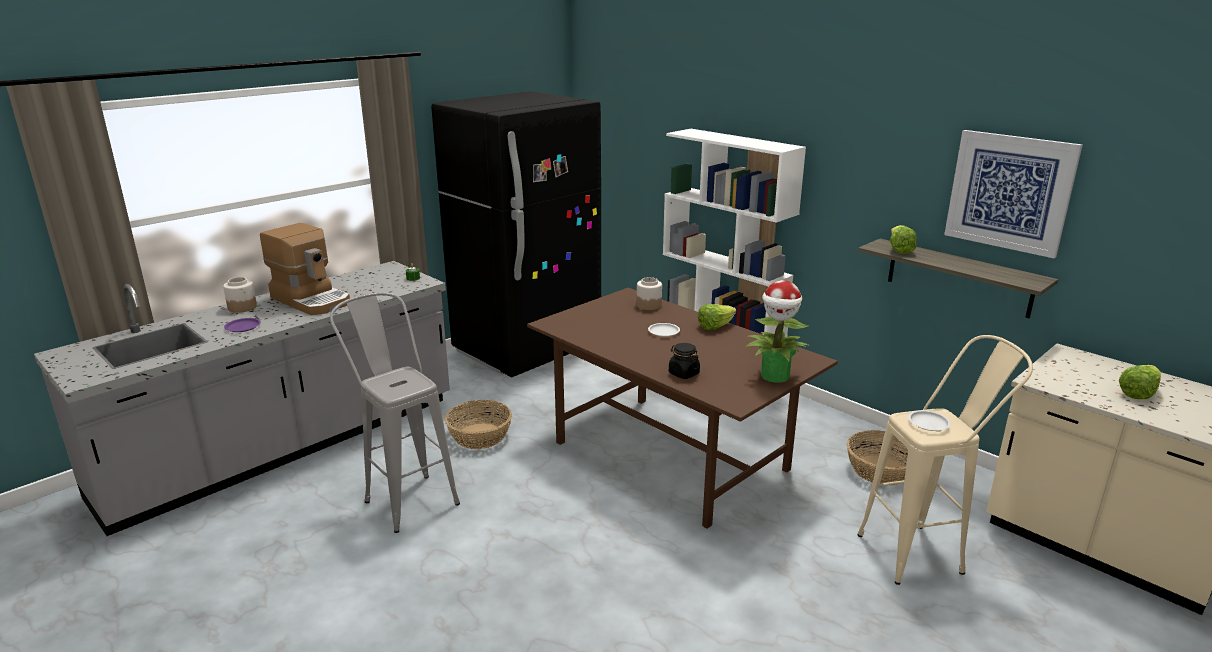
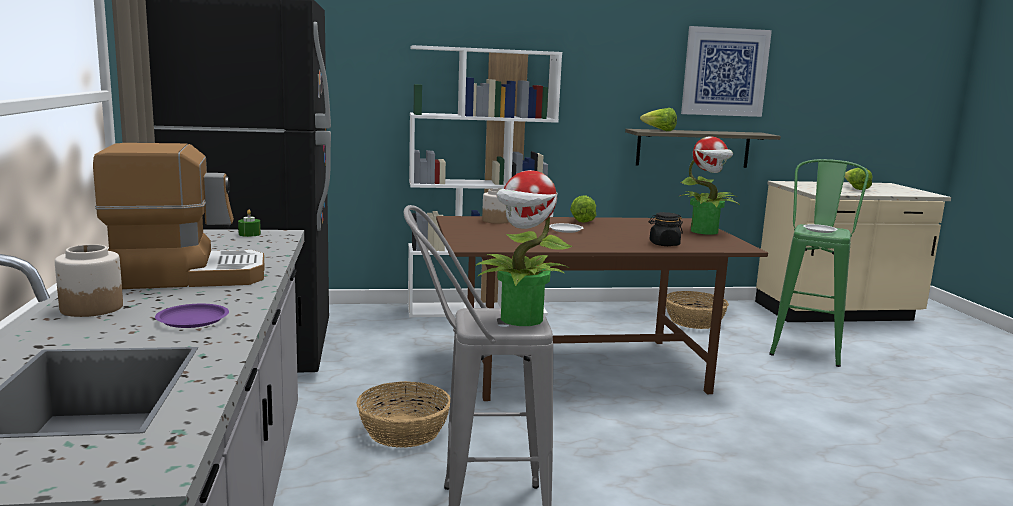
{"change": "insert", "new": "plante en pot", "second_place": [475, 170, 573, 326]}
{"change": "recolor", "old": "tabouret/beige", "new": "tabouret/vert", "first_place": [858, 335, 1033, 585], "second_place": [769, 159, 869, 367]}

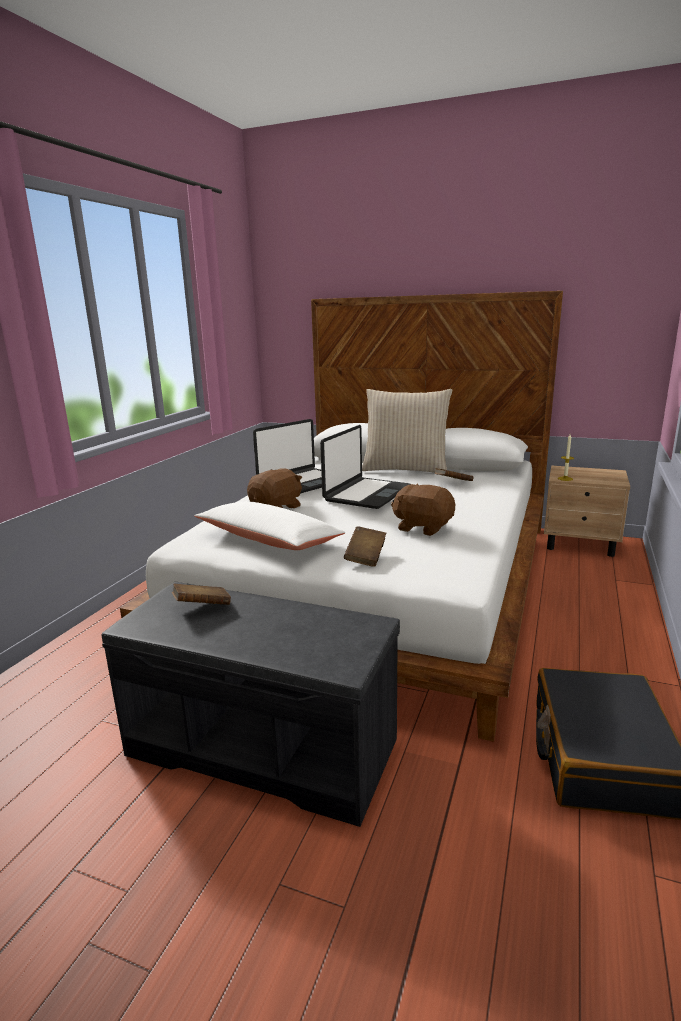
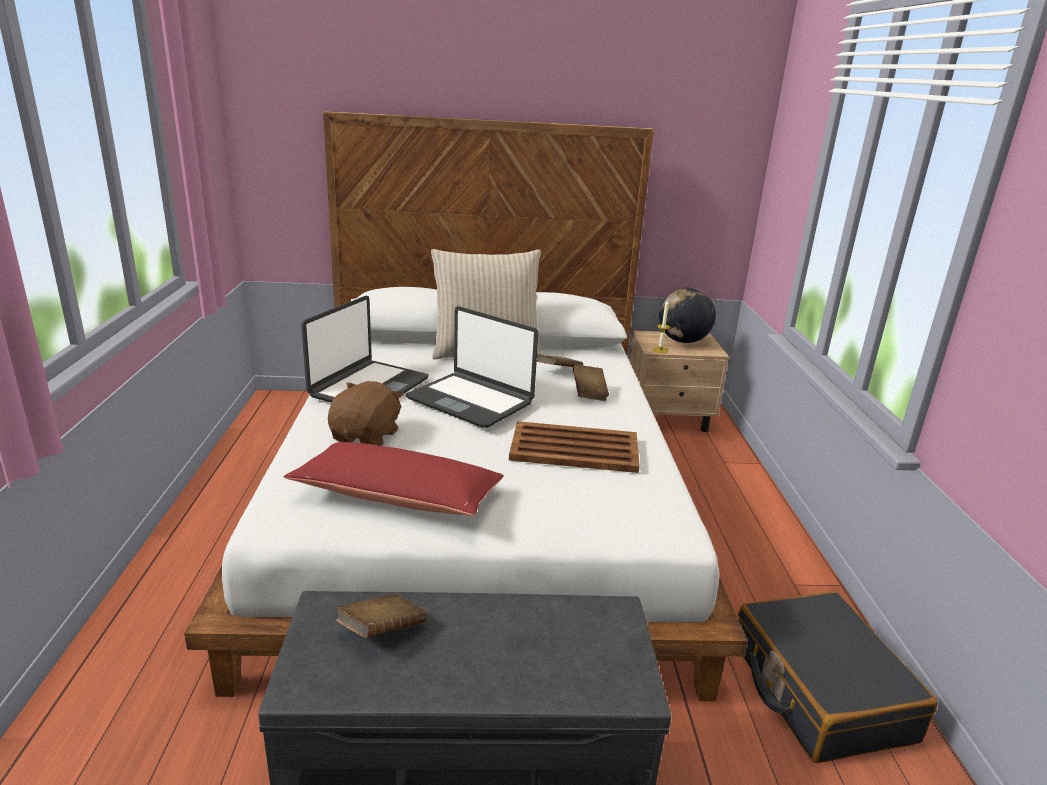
{"change": "recolor", "old": "coussin/blanc", "new": "coussin/rouge", "first_place": [195, 501, 345, 550], "second_place": [283, 442, 504, 516]}
{"change": "rotate", "old": "ordinateur portable", "first_place": [320, 425, 410, 509], "second_place": [406, 306, 538, 428], "degrees": 120}
{"change": "replace", "old": "peluche/marron", "new": "plateau/marron", "first_place": [391, 483, 455, 536], "second_place": [509, 421, 640, 473]}
{"change": "move", "old": "livre/marron", "first_place": [344, 526, 387, 567], "second_place": [573, 365, 609, 401]}
{"change": "insert", "new": "globe", "second_place": [659, 287, 716, 343]}

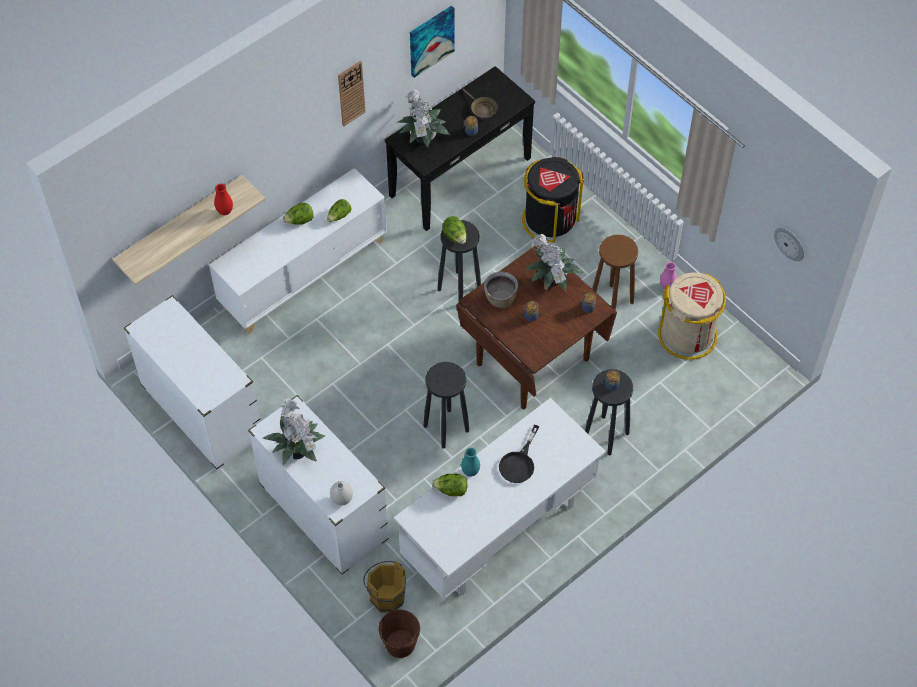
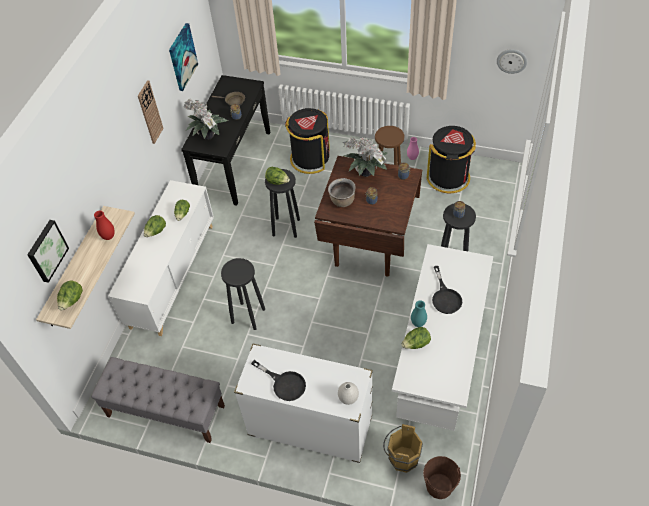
{"change": "insert", "new": "tableau", "second_place": [27, 220, 69, 283]}
{"change": "insert", "new": "laitue", "second_place": [57, 280, 83, 311]}
{"change": "replace", "old": "commode/blanc", "new": "banc/gris", "first_place": [124, 295, 260, 470], "second_place": [91, 357, 225, 443]}
{"change": "move", "old": "tabouret/noir", "first_place": [423, 362, 469, 449], "second_place": [221, 258, 265, 330]}
{"change": "replace", "old": "plante en pot", "new": "poêle/noir", "first_place": [263, 398, 325, 466], "second_place": [251, 360, 306, 401]}
{"change": "recolor", "old": "poubelle/beige", "new": "poubelle/noir", "first_place": [658, 273, 726, 360], "second_place": [427, 126, 476, 193]}

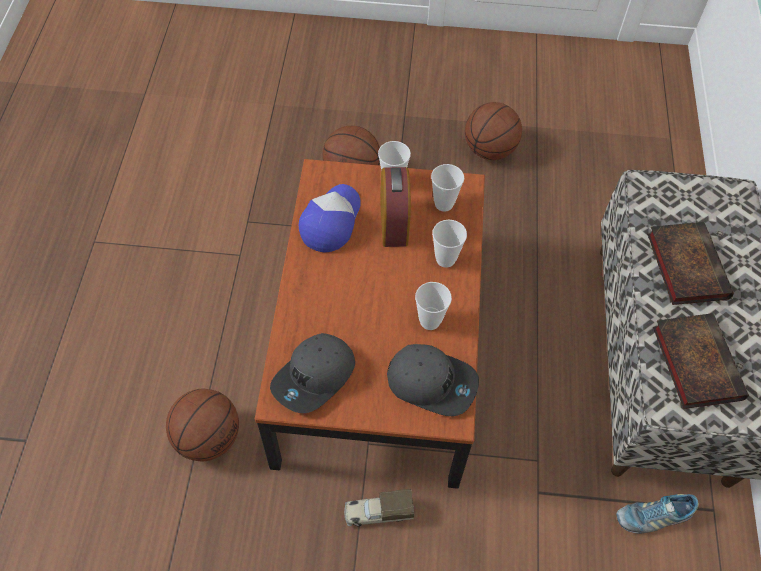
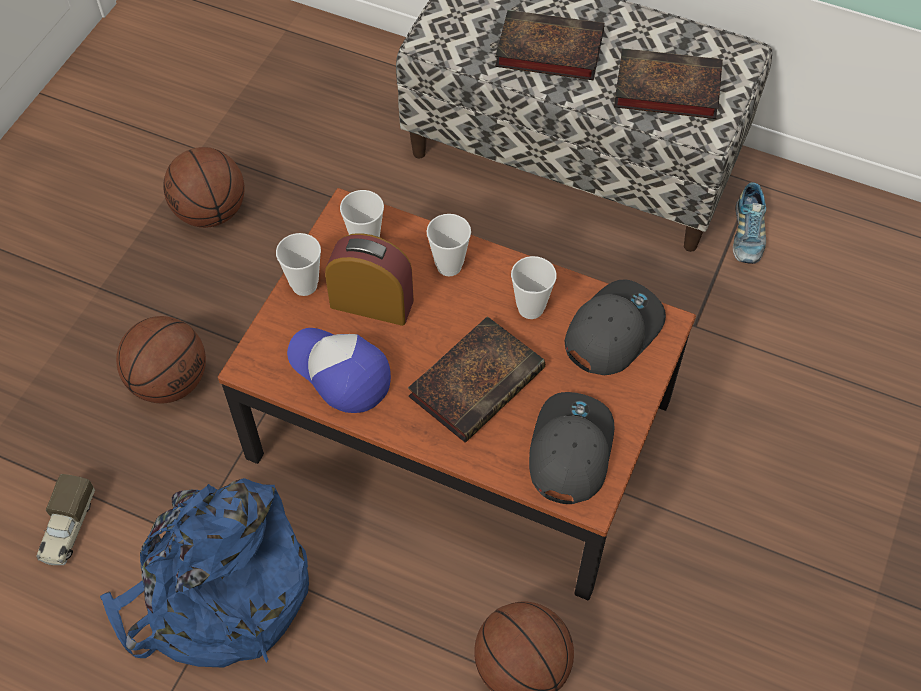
{"change": "move", "old": "camion jouet", "first_place": [344, 489, 414, 527], "second_place": [36, 474, 95, 566]}
{"change": "insert", "new": "sac à dos/bleu", "second_place": [100, 478, 309, 668]}
{"change": "insert", "new": "livre", "second_place": [408, 316, 545, 442]}
{"change": "rotate", "old": "casquette/gris", "first_place": [270, 333, 355, 413], "second_place": [529, 392, 615, 504], "degrees": -135}

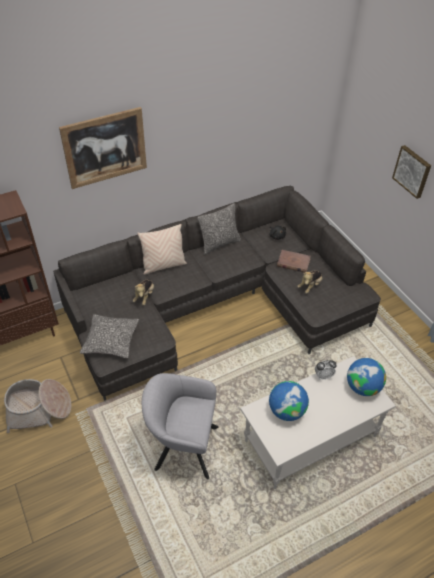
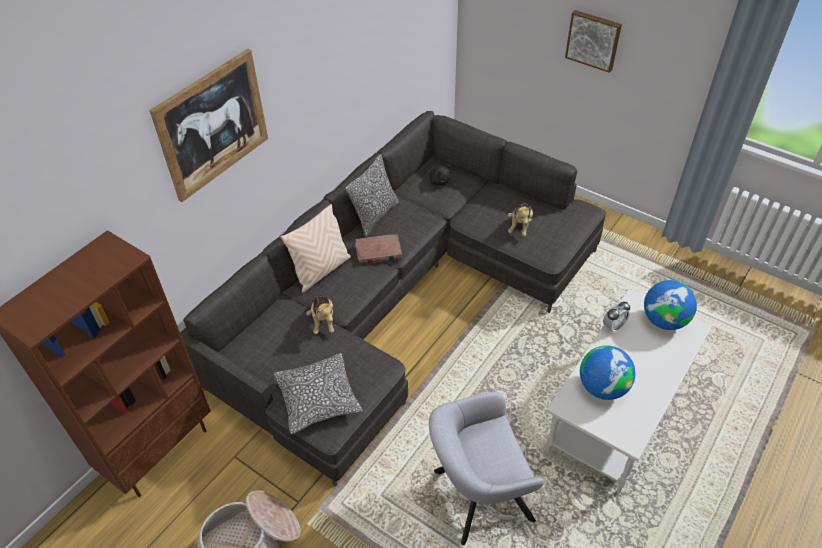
{"change": "move", "old": "livre/marron", "first_place": [277, 250, 311, 273], "second_place": [355, 234, 402, 265]}

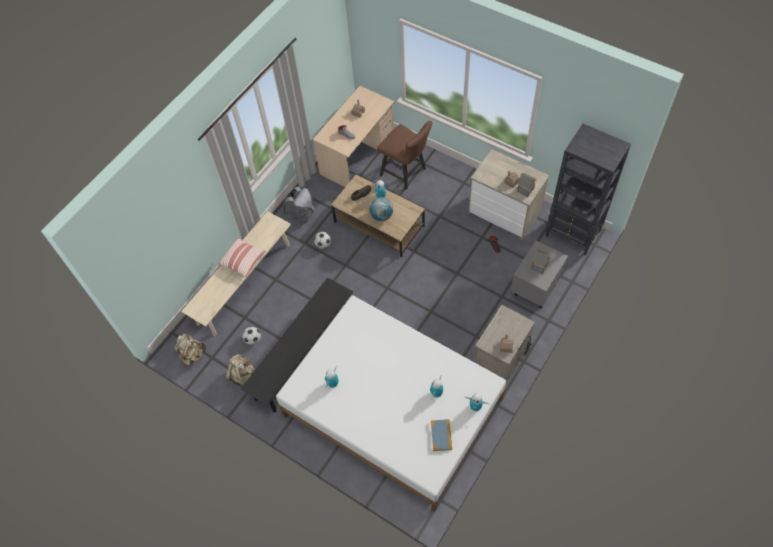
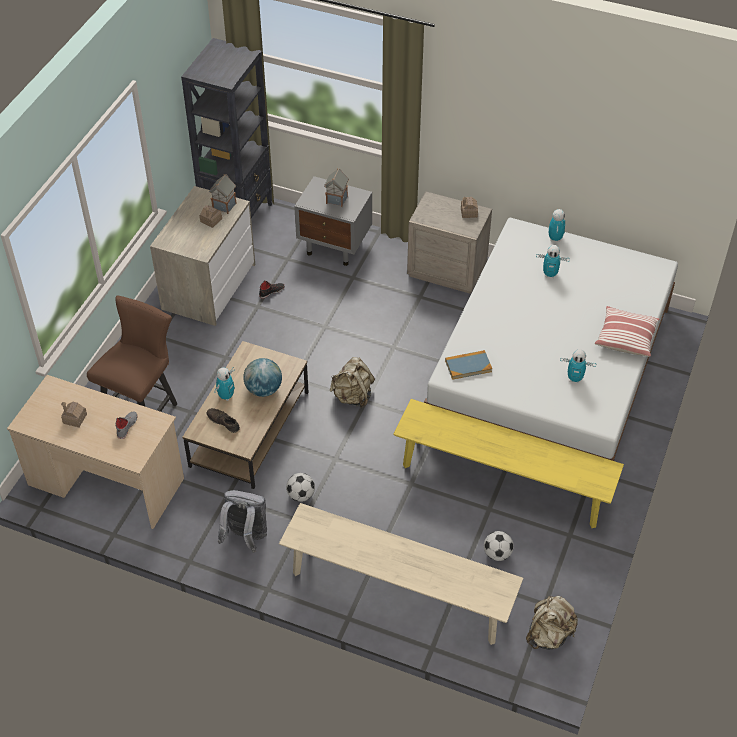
{"change": "move", "old": "sac à dos/beige", "first_place": [226, 354, 255, 386], "second_place": [330, 357, 375, 408]}
{"change": "recolor", "old": "banc/noir", "new": "banc/jaune", "first_place": [241, 277, 353, 412], "second_place": [393, 399, 624, 528]}
{"change": "move", "old": "livre", "first_place": [431, 419, 452, 451], "second_place": [445, 350, 492, 380]}
{"change": "move", "old": "coussin", "first_place": [218, 238, 266, 278], "second_place": [595, 306, 659, 357]}

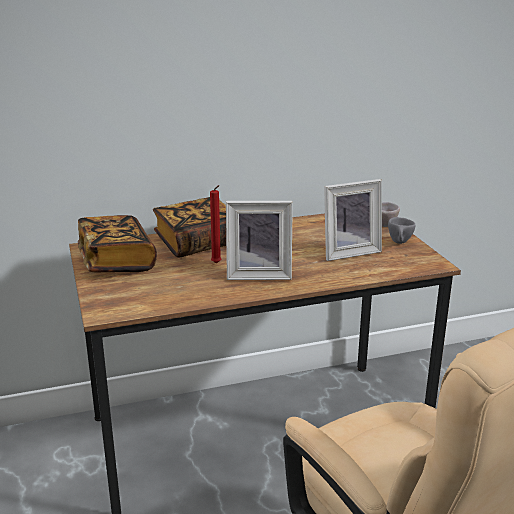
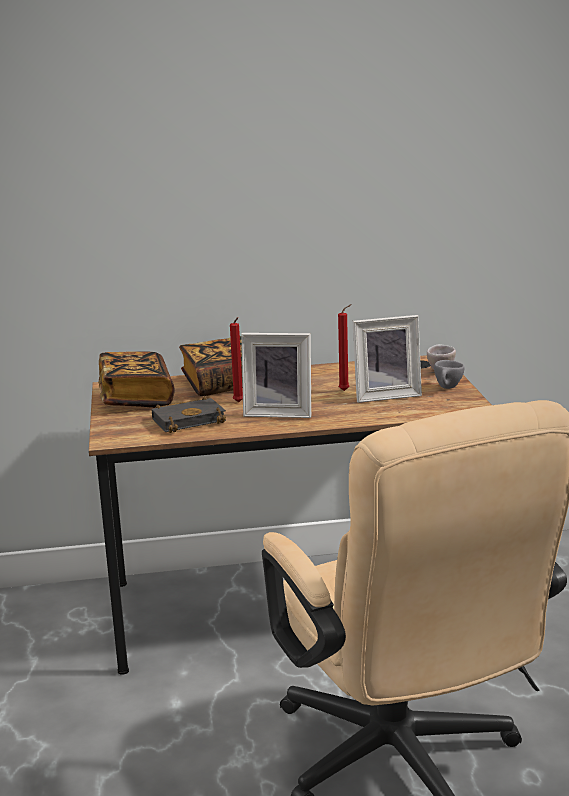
{"change": "insert", "new": "livre/noir", "second_place": [152, 396, 226, 433]}
{"change": "insert", "new": "bougie/rouge", "second_place": [338, 304, 352, 391]}

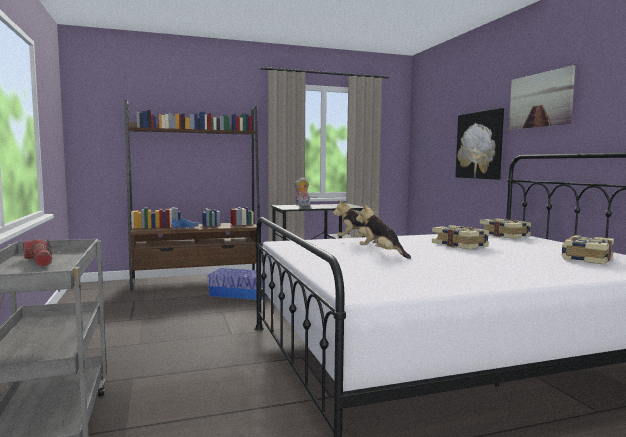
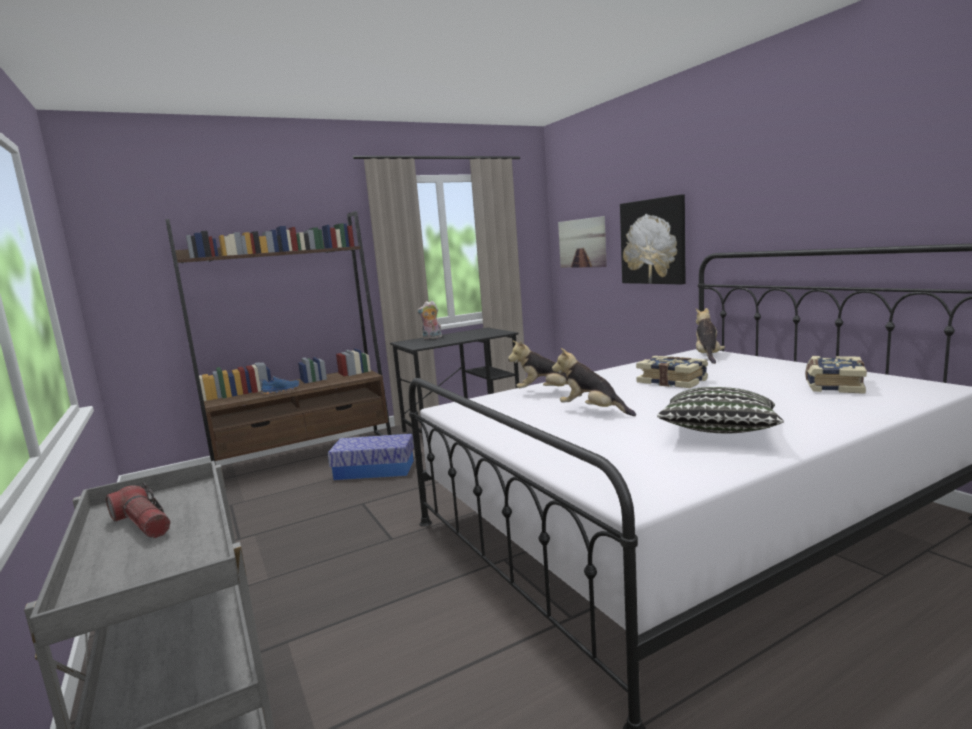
{"change": "move", "old": "tableau", "first_place": [509, 65, 575, 130], "second_place": [558, 216, 607, 268]}
{"change": "insert", "new": "coussin", "second_place": [657, 387, 784, 433]}
{"change": "replace", "old": "livre", "new": "peluche", "first_place": [480, 218, 531, 239], "second_place": [696, 308, 725, 364]}

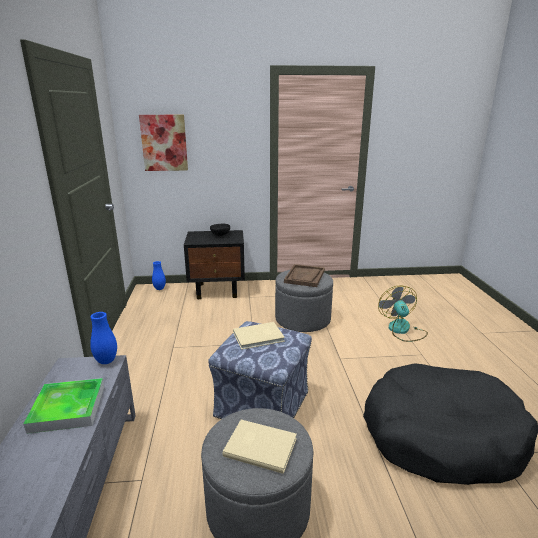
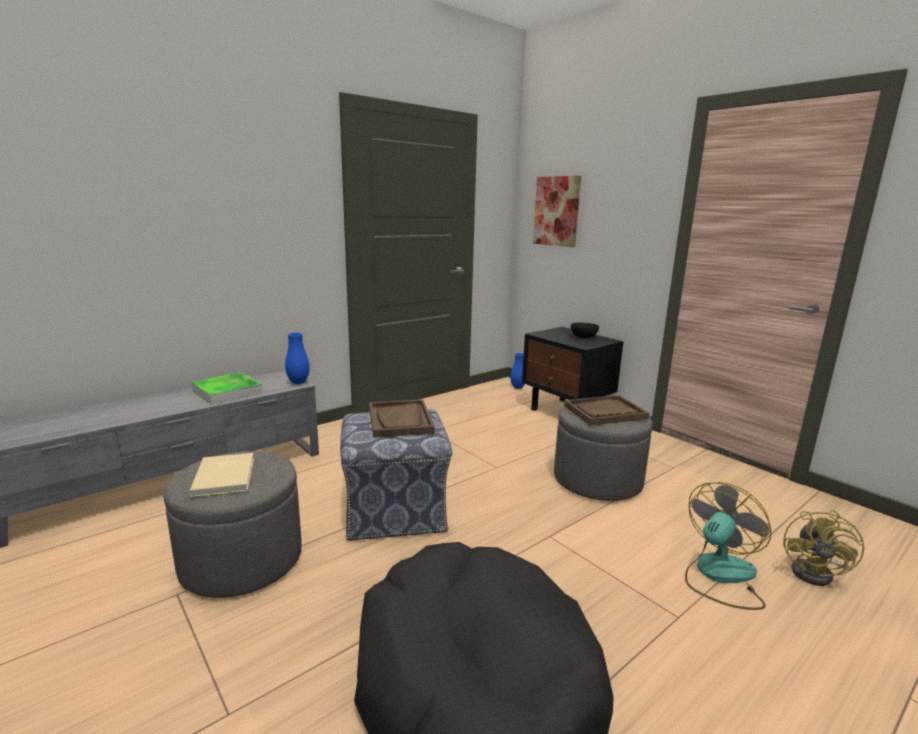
{"change": "replace", "old": "livre/beige", "new": "plateau/marron", "first_place": [233, 322, 285, 349], "second_place": [369, 399, 434, 438]}
{"change": "insert", "new": "ventilateur/jaune", "second_place": [783, 510, 864, 586]}

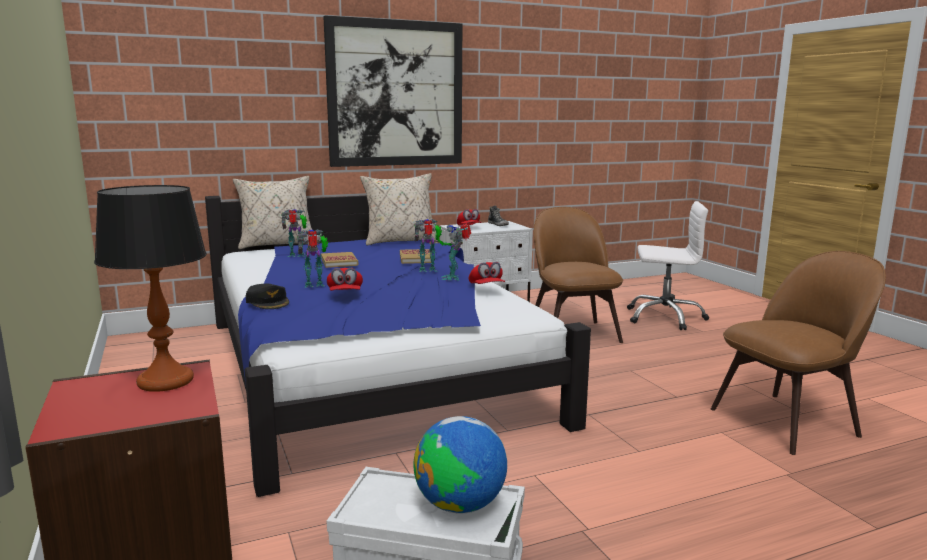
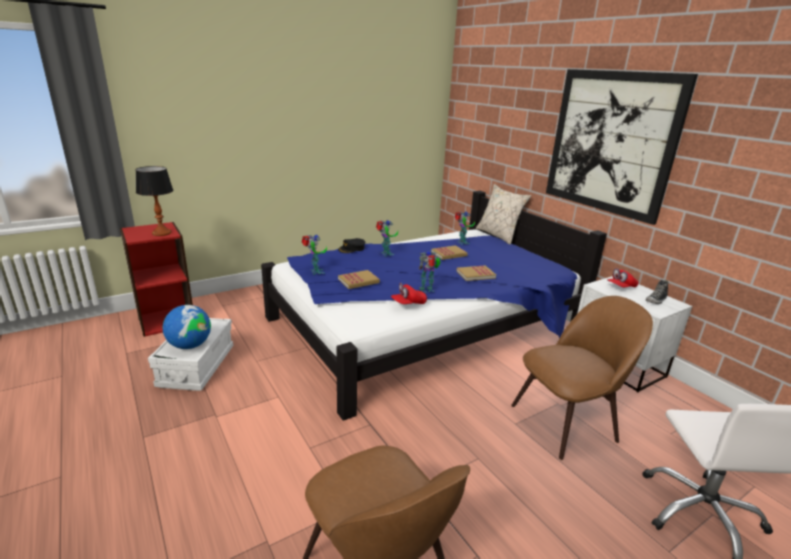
{"change": "move", "old": "robot jouet", "first_place": [414, 219, 442, 272], "second_place": [302, 234, 327, 275]}
{"change": "insert", "new": "livre", "second_place": [338, 270, 380, 289]}
{"change": "delete", "old": "casquette/rouge", "first_place": [327, 268, 363, 291]}
{"change": "delete", "old": "coussin/beige", "first_place": [360, 173, 438, 245]}

